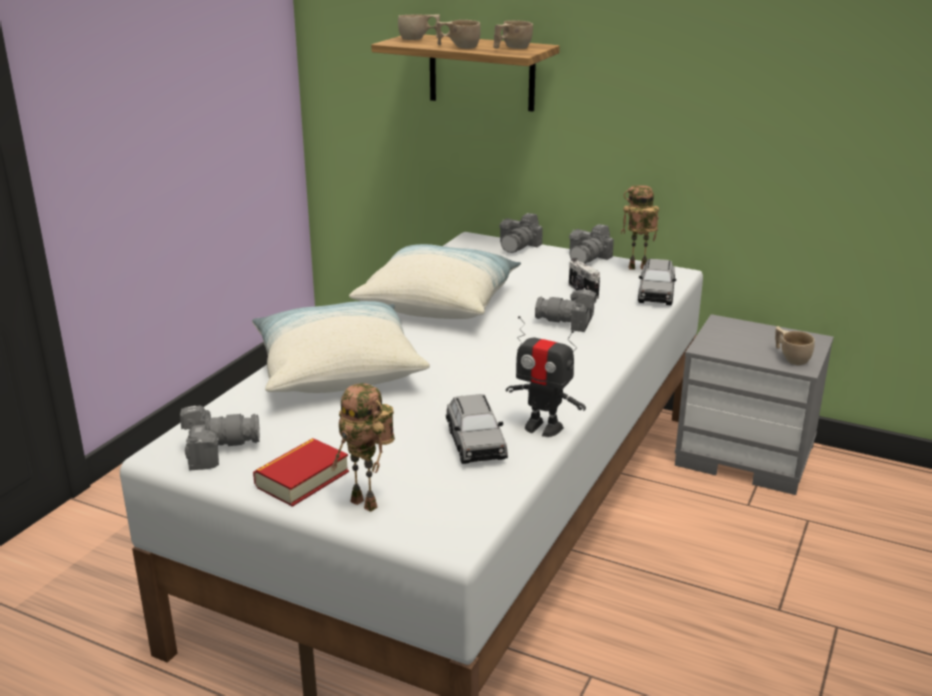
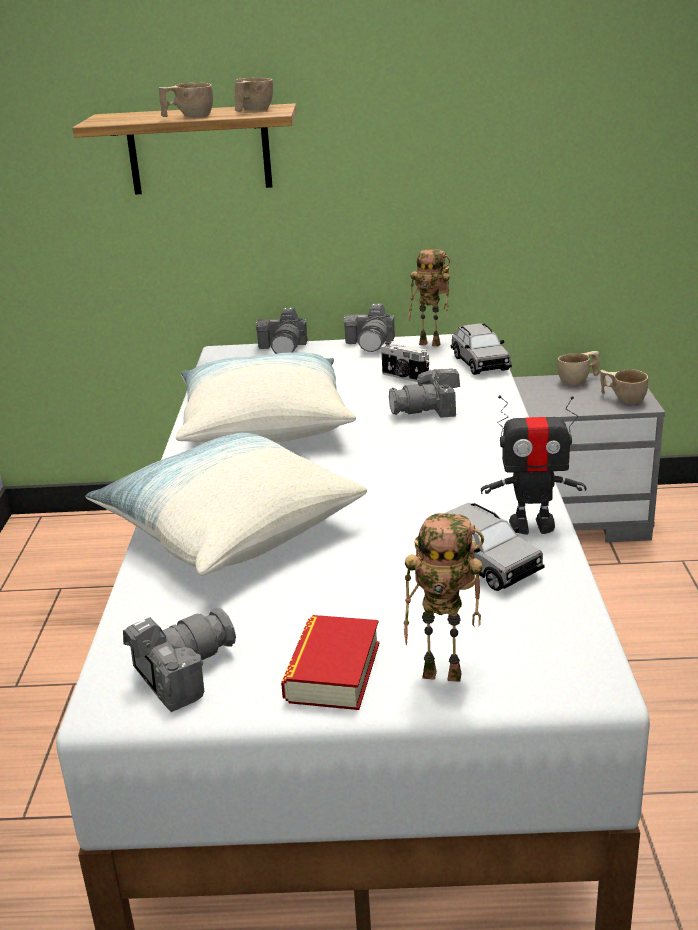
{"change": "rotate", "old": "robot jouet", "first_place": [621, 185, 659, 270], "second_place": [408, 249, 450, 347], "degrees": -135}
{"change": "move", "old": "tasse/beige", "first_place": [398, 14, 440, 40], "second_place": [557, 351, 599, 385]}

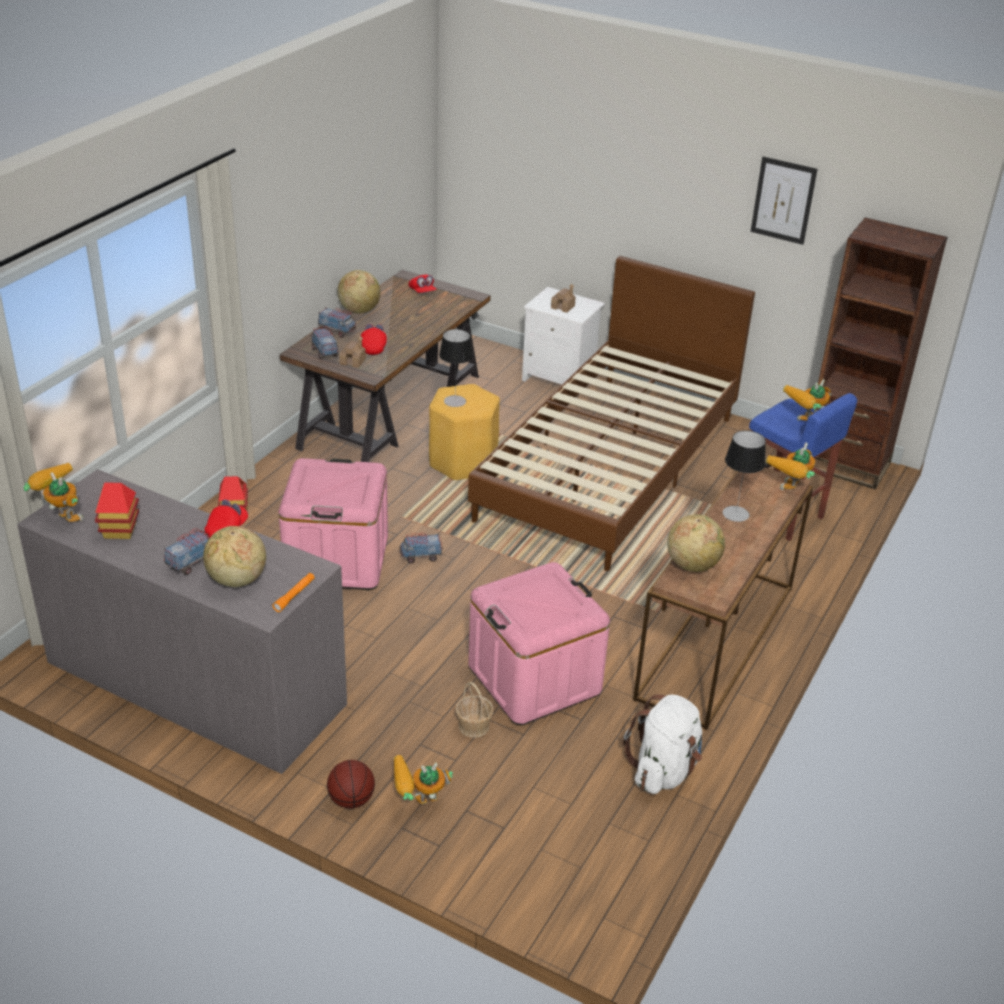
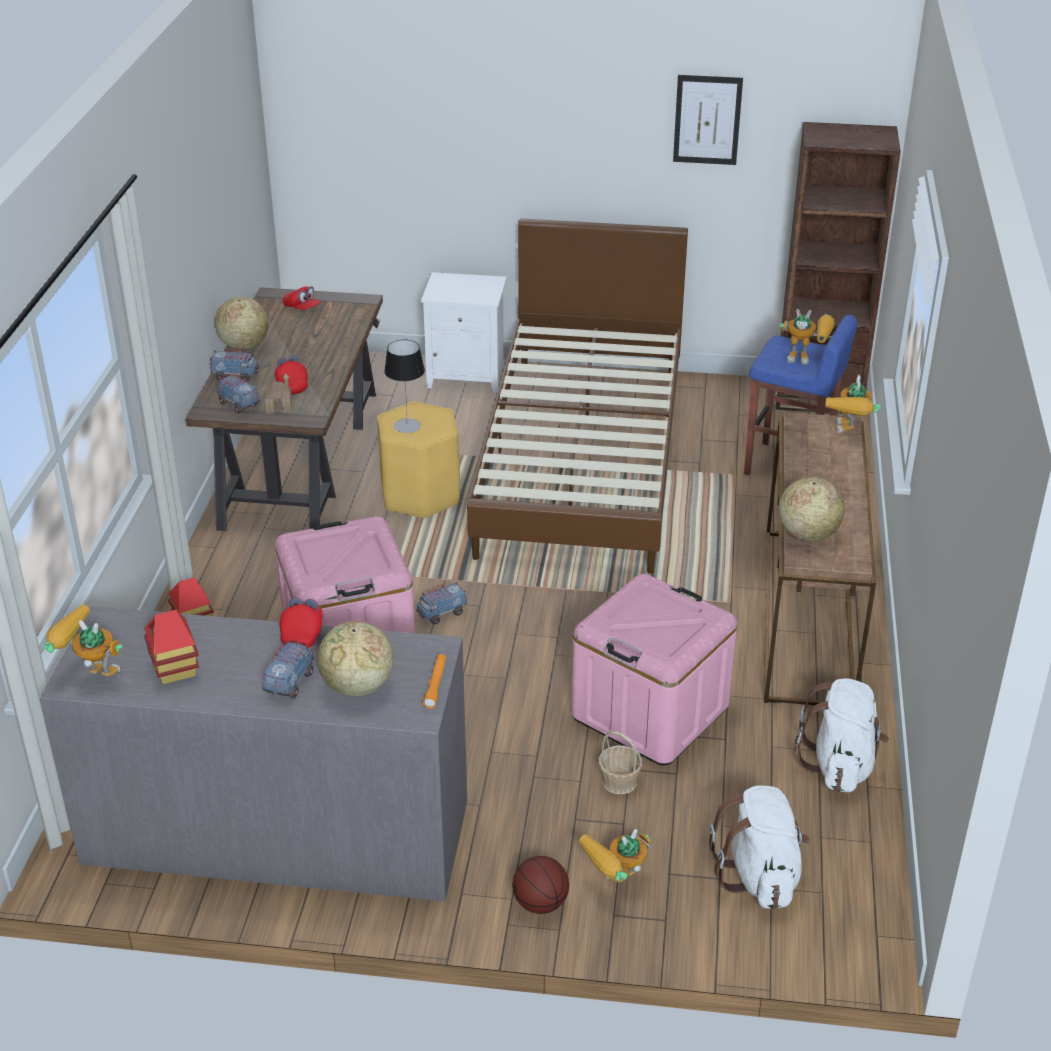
{"change": "insert", "new": "sac à dos/blanc", "second_place": [709, 785, 810, 909]}
{"change": "rotate", "old": "robot jouet", "first_place": [783, 379, 831, 421], "second_place": [779, 309, 835, 364], "degrees": -105}
{"change": "delete", "old": "maison miniature", "first_place": [551, 284, 576, 313]}
{"change": "delete", "old": "lampe de table", "first_place": [723, 430, 766, 522]}

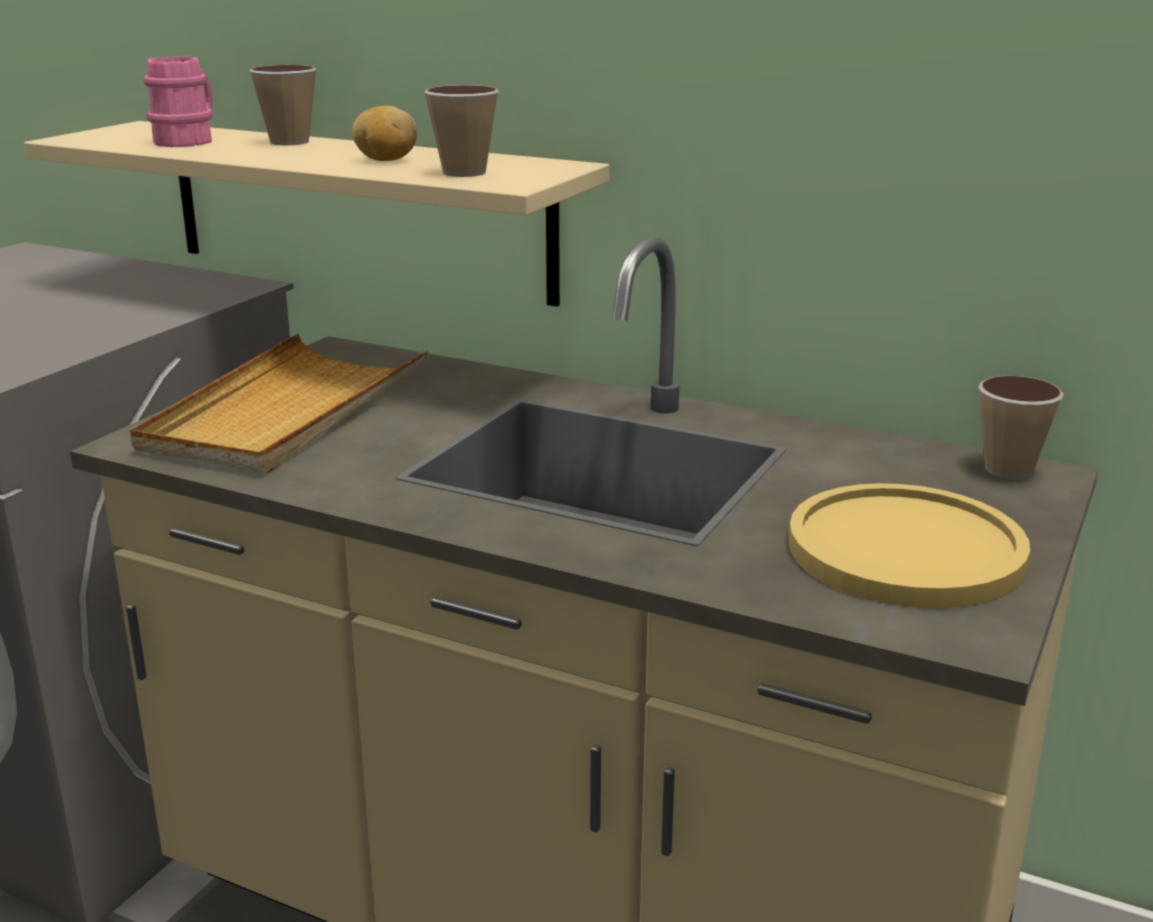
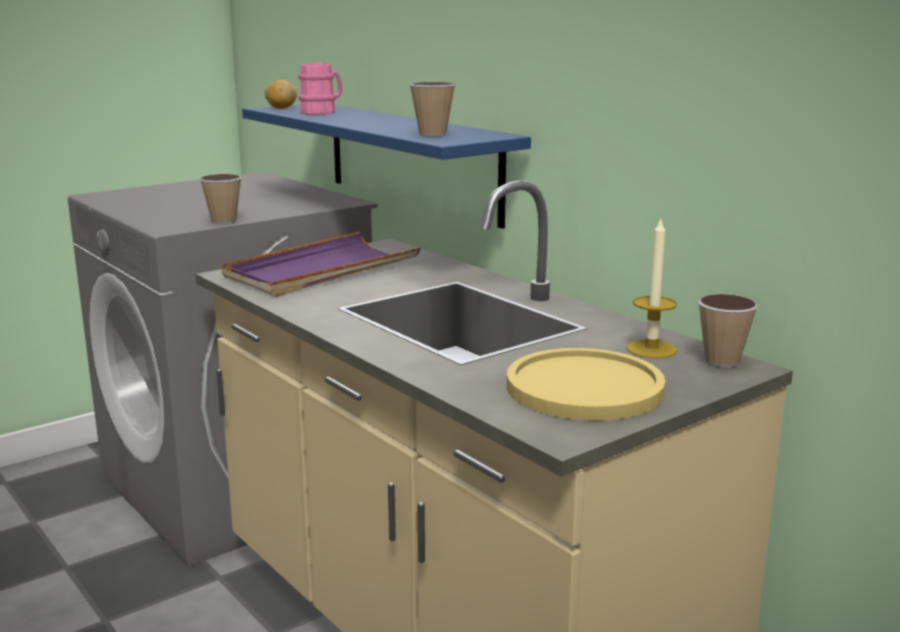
{"change": "move", "old": "tasse", "first_place": [249, 65, 317, 145], "second_place": [200, 174, 241, 224]}
{"change": "recolor", "old": "plateau/beige", "new": "plateau/violet", "first_place": [130, 334, 428, 474], "second_place": [221, 232, 420, 297]}
{"change": "recolor", "old": "étagère/beige", "new": "étagère/bleu", "first_place": [24, 121, 610, 307], "second_place": [242, 104, 531, 229]}
{"change": "move", "old": "pomme de terre", "first_place": [352, 106, 417, 161], "second_place": [264, 80, 297, 109]}
{"change": "insert", "new": "bougie", "second_place": [626, 218, 677, 358]}

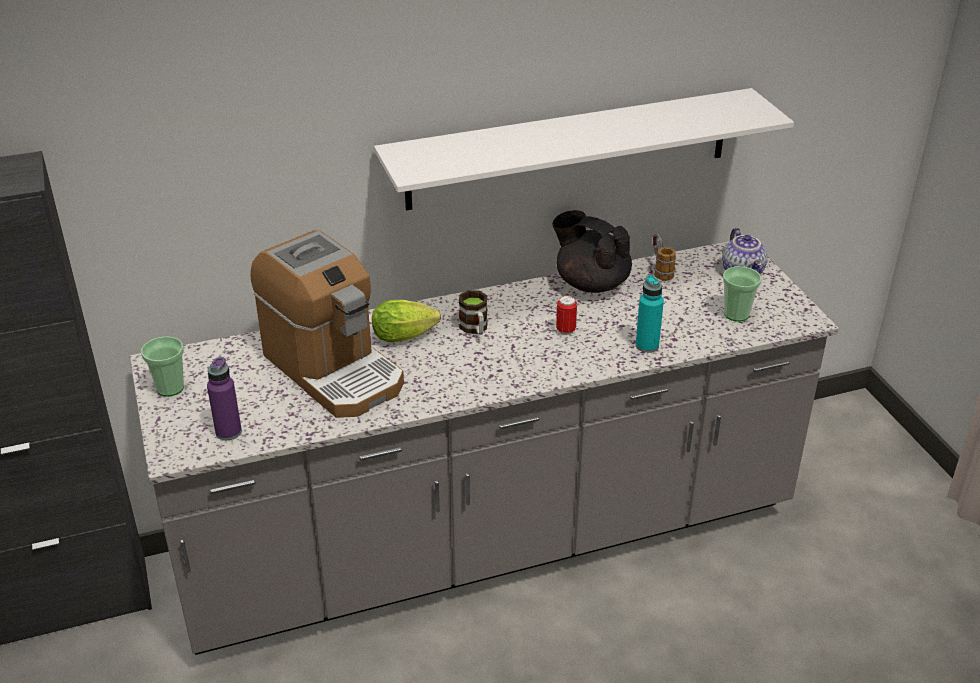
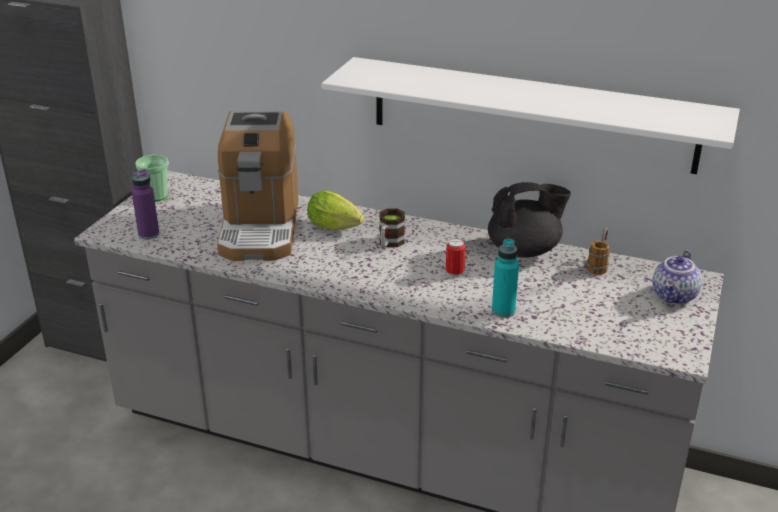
{"change": "rotate", "old": "théière/noir", "first_place": [552, 210, 632, 293], "second_place": [488, 182, 571, 258], "degrees": 90}
{"change": "delete", "old": "tasse", "first_place": [723, 266, 762, 322]}

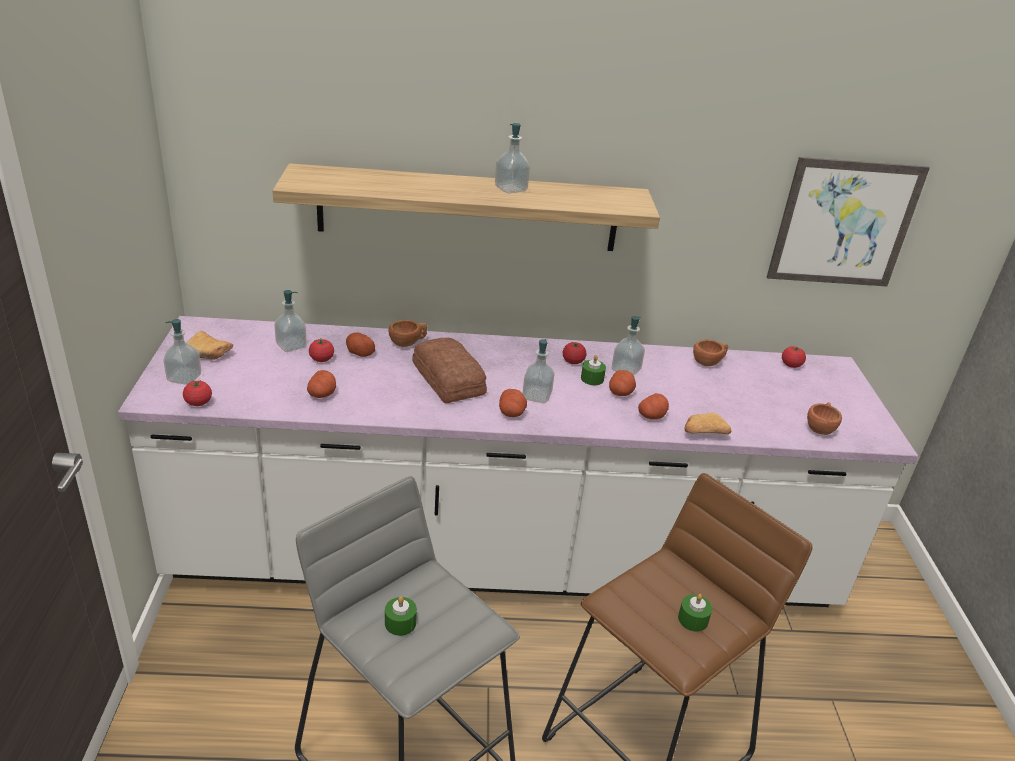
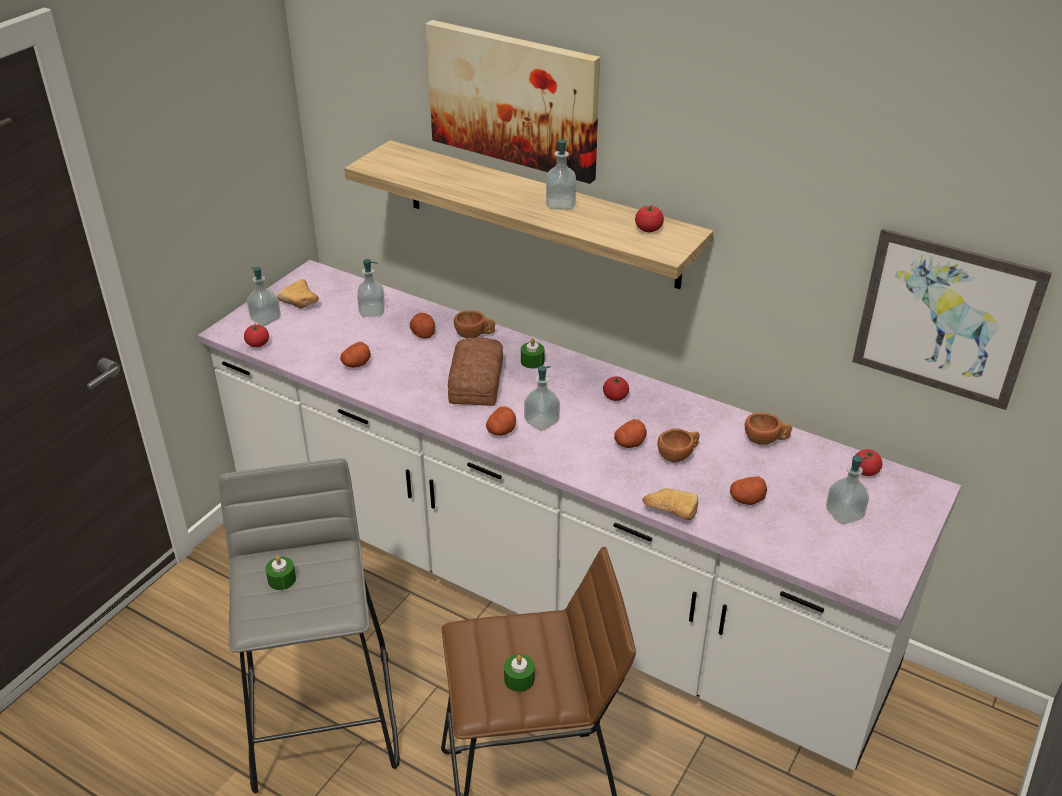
{"change": "insert", "new": "tableau", "second_place": [426, 20, 600, 184]}
{"change": "move", "old": "bougie/vert", "first_place": [581, 355, 606, 385], "second_place": [521, 338, 544, 369]}
{"change": "move", "old": "tomate", "first_place": [309, 339, 334, 362], "second_place": [635, 204, 664, 232]}
{"change": "move", "old": "tasse/marron", "first_place": [807, 402, 842, 435], "second_place": [657, 428, 700, 462]}
{"change": "move", "old": "pomme de terre", "first_place": [638, 393, 669, 419], "second_place": [730, 477, 767, 505]}
{"change": "move", "old": "distributeur de savon", "first_place": [612, 316, 645, 376], "second_place": [826, 455, 869, 524]}

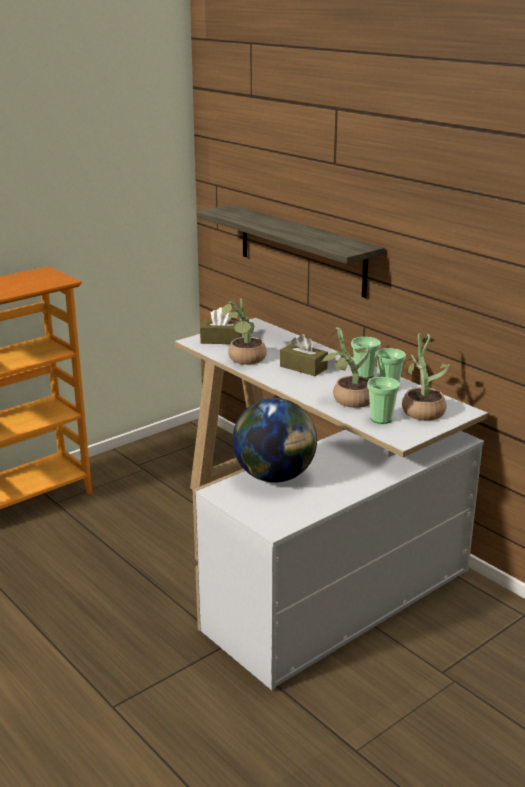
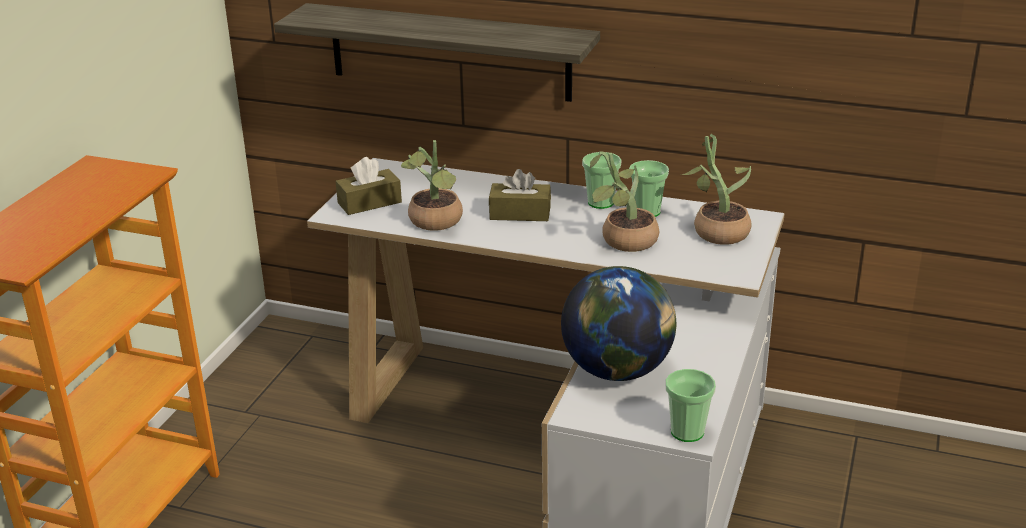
{"change": "move", "old": "tasse", "first_place": [367, 377, 400, 424], "second_place": [665, 369, 716, 442]}

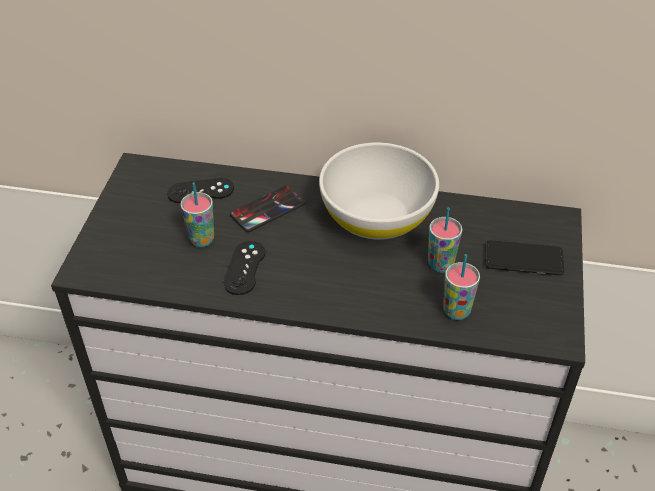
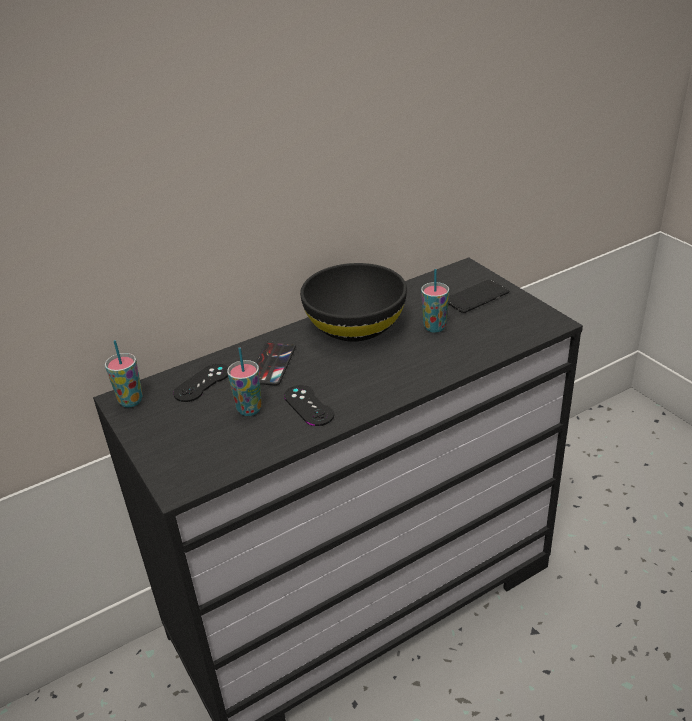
{"change": "move", "old": "tasse", "first_place": [443, 254, 480, 320], "second_place": [105, 340, 143, 407]}
{"change": "recolor", "old": "bol/blanc", "new": "bol/noir", "first_place": [319, 142, 439, 240], "second_place": [300, 263, 407, 342]}

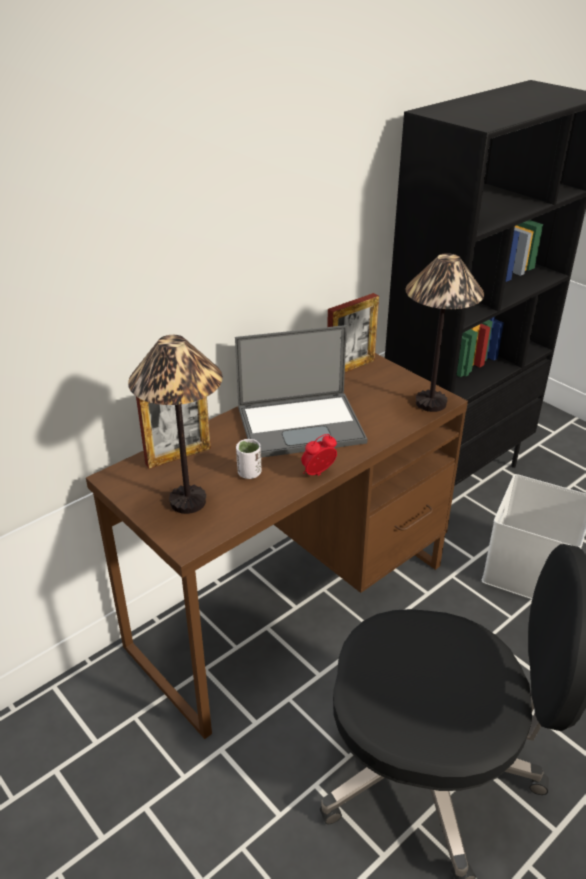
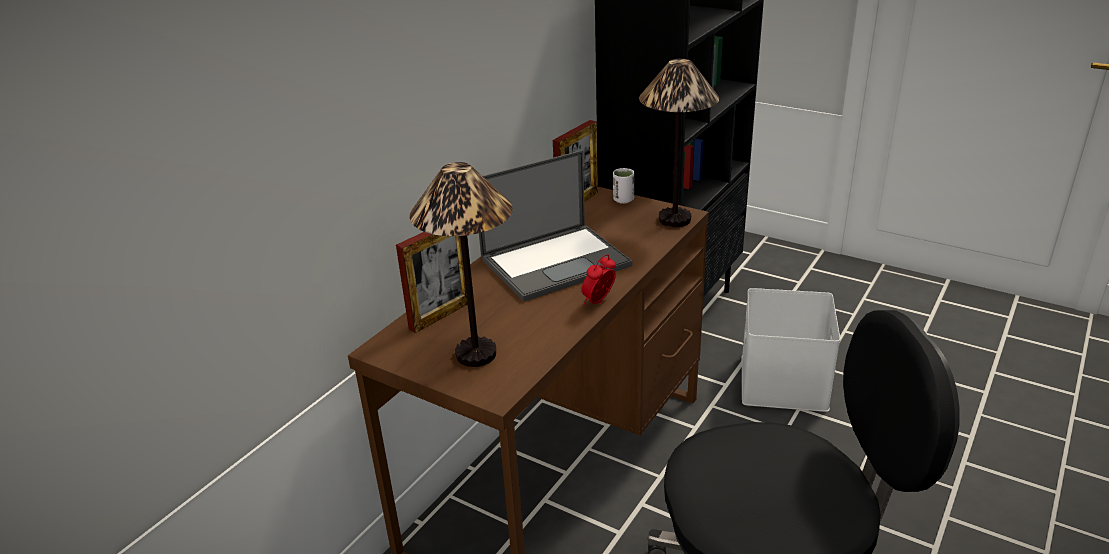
{"change": "move", "old": "tasse/blanc", "first_place": [236, 439, 262, 479], "second_place": [613, 168, 634, 204]}

